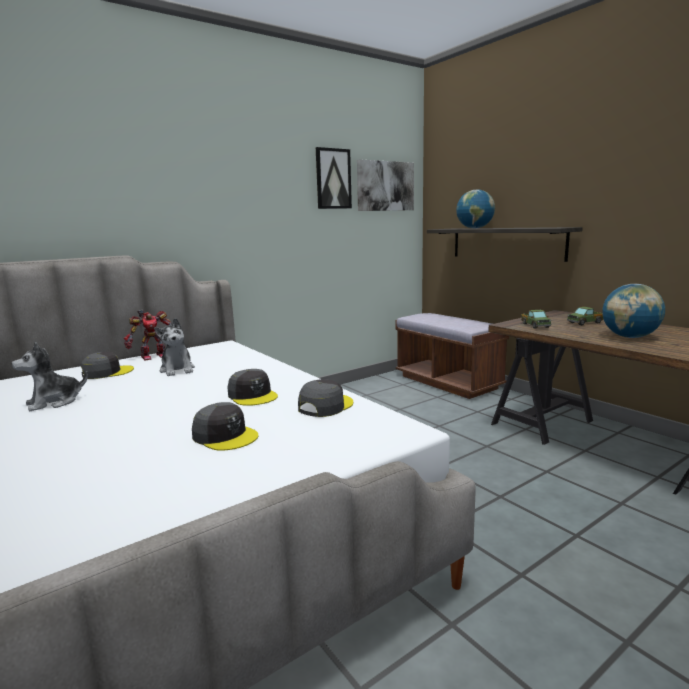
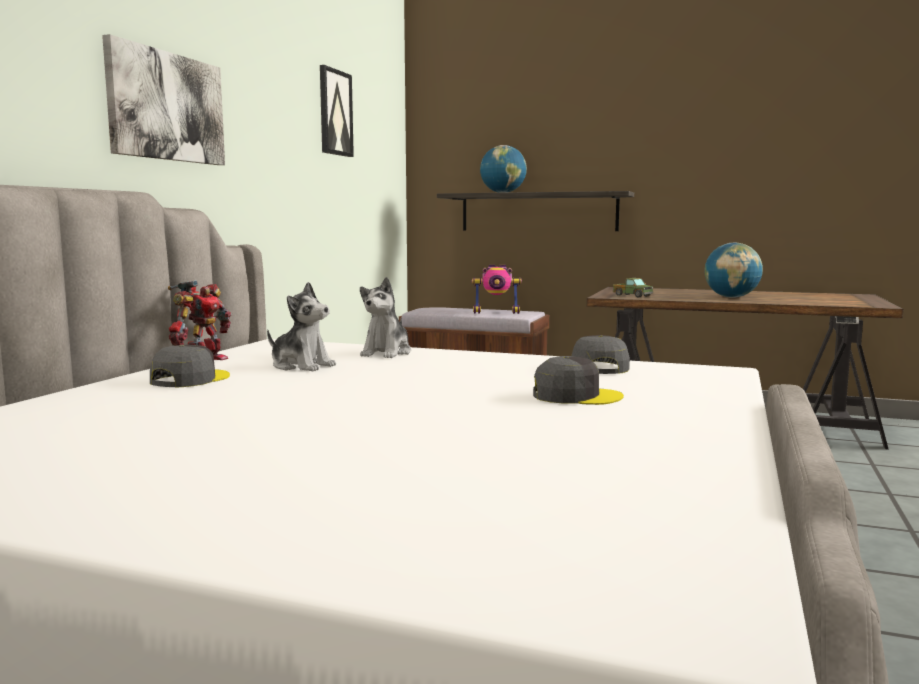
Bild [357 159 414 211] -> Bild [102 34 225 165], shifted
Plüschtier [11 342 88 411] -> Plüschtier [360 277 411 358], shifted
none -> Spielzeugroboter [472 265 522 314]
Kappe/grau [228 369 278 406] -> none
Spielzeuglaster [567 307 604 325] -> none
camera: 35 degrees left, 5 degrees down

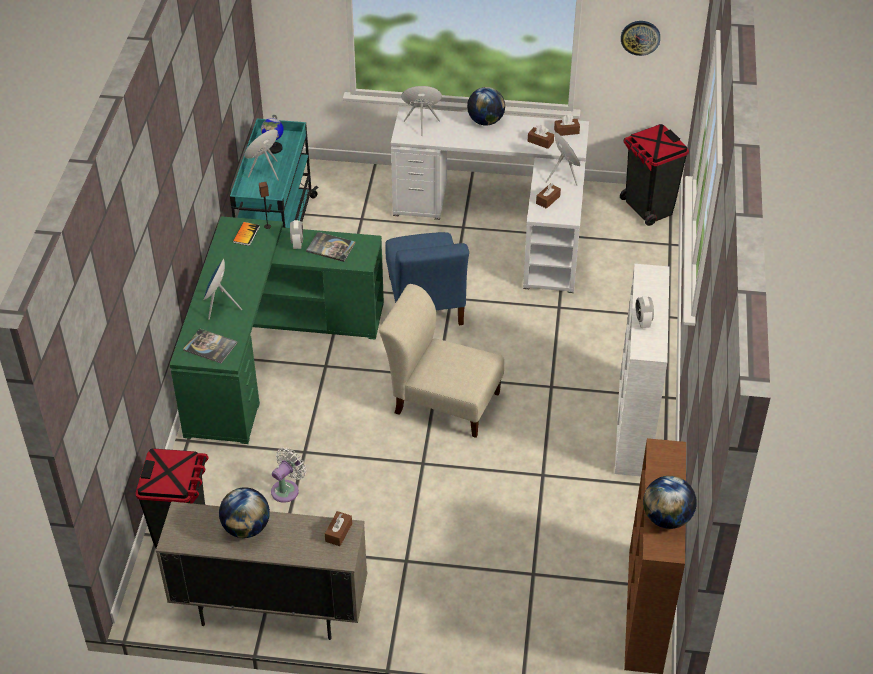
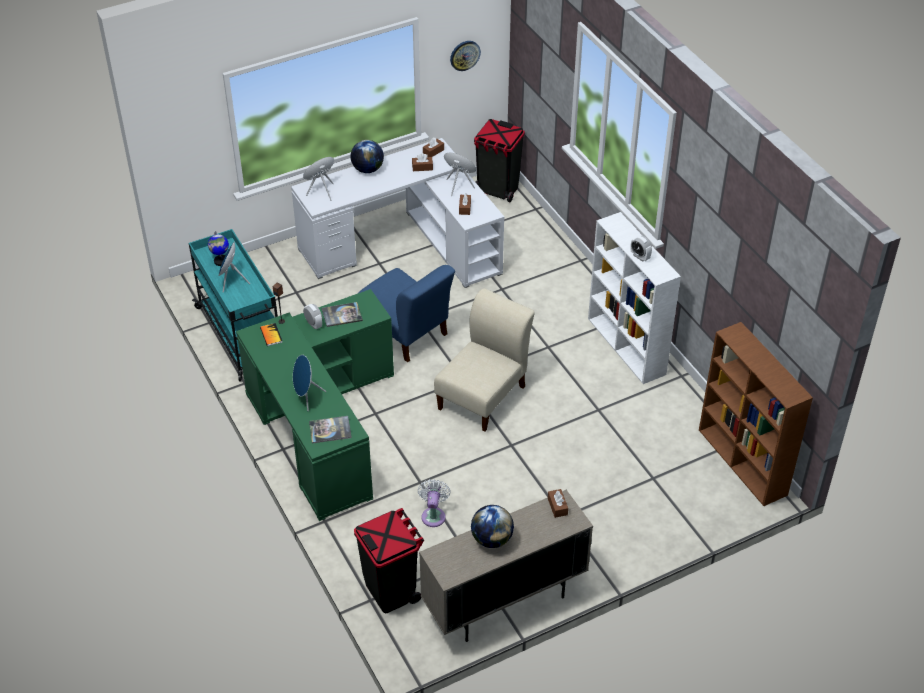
Stuhl/beige [379 284 504 438] -> Stuhl/beige [434 288 535 432], 135 degrees clockwise
Globus [643 476 697 529] -> none
camera: 35 degrees left, 0 degrees up

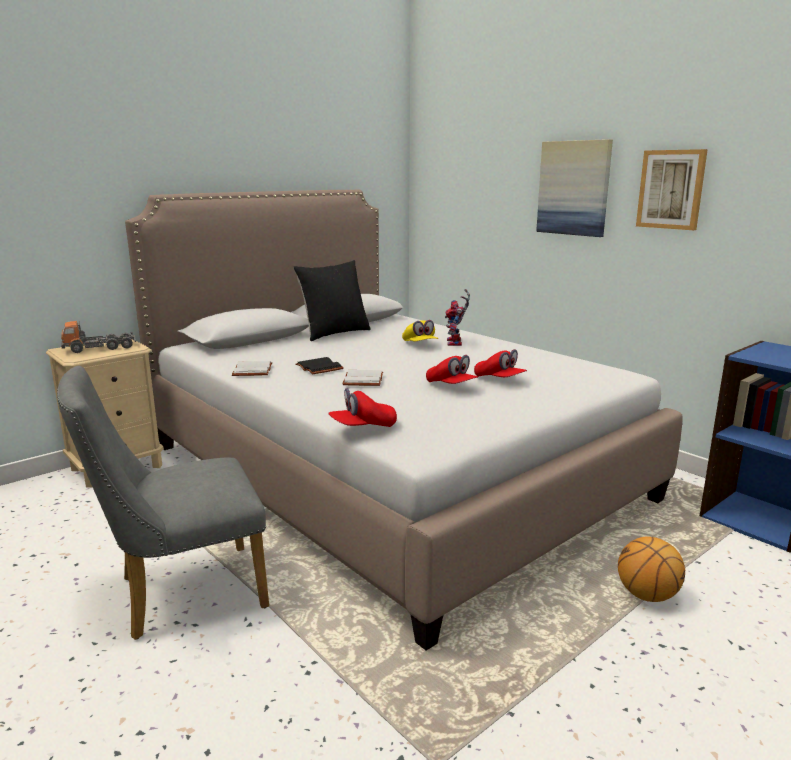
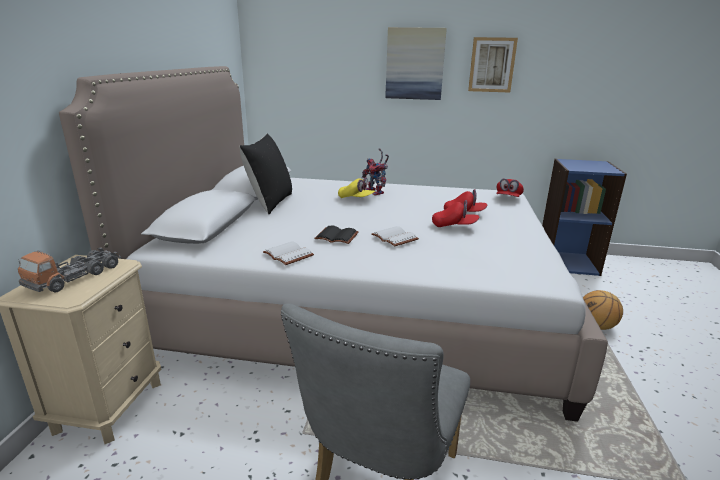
Kappe/rot [328 388 397 427] -> Kappe/rot [496 178 524 197], shifted
camera: 40 degrees left, 5 degrees up

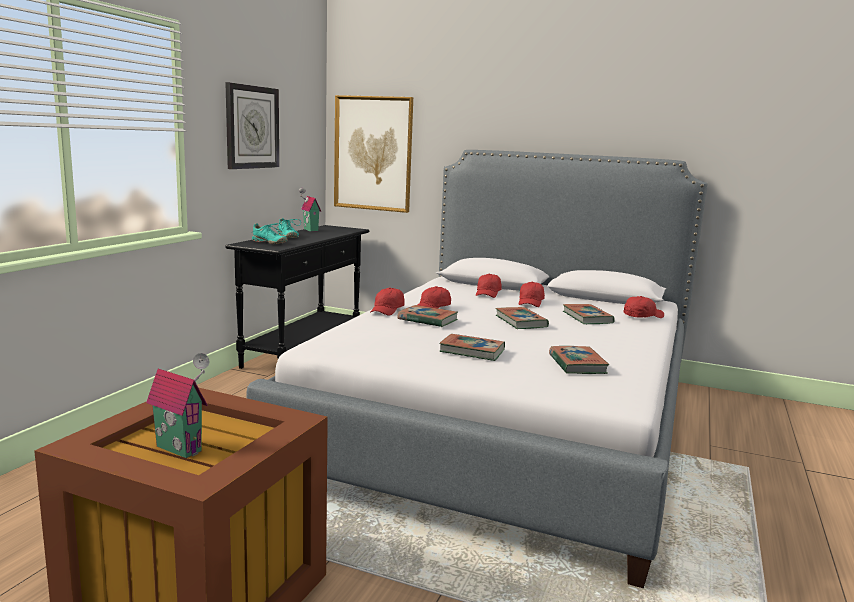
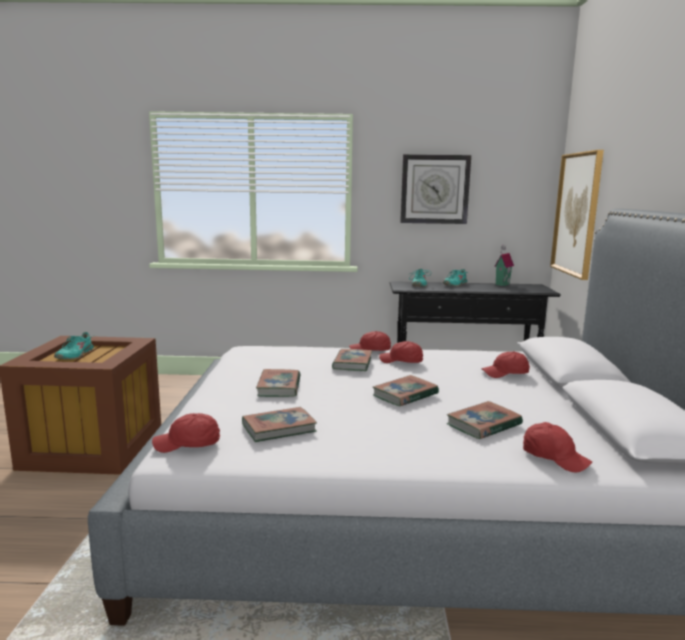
Spielzeughaus [146 353 209 458] -> Schuh/türkis [54 332 94 360]
Kappe/rot [519 282 545 307] -> Kappe/rot [152 413 220 453], shifted
camera: 70 degrees right, 0 degrees up

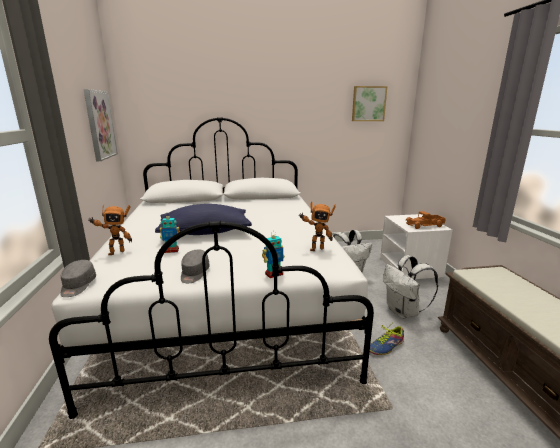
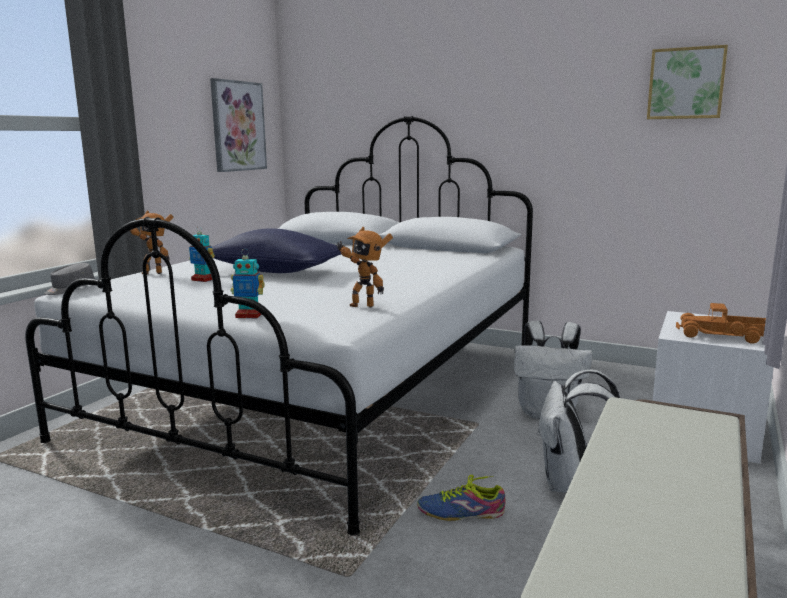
Kappe/grau [181 250 210 283] -> none
camera: 35 degrees right, 5 degrees down

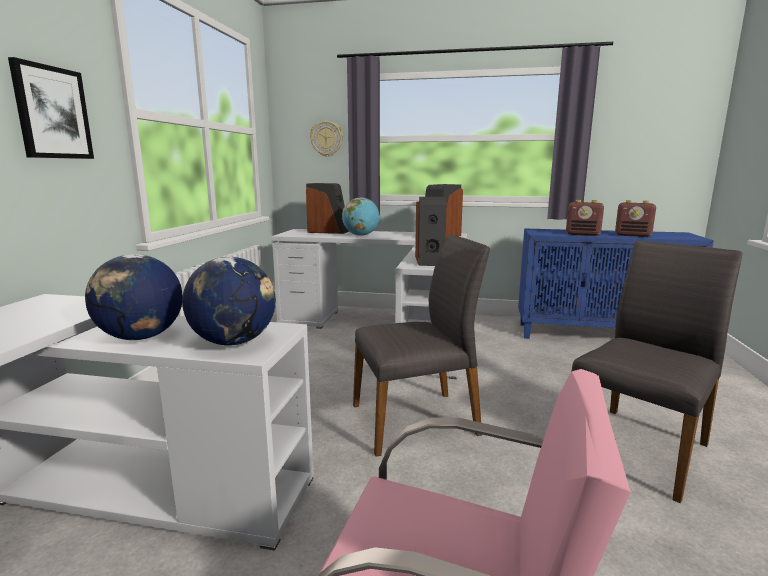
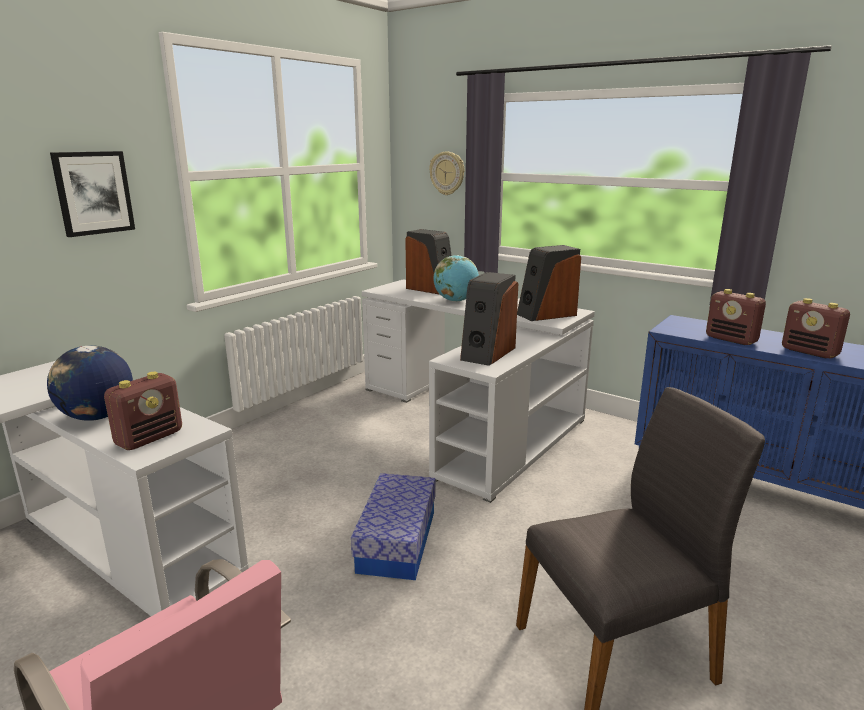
Globus [182 257 276 346] -> Radio [104 372 182 450]
Stuhl/grau [353 235 490 456] -> Aufbewahrungsbox [351 473 436 580]
camera: 25 degrees right, 5 degrees up

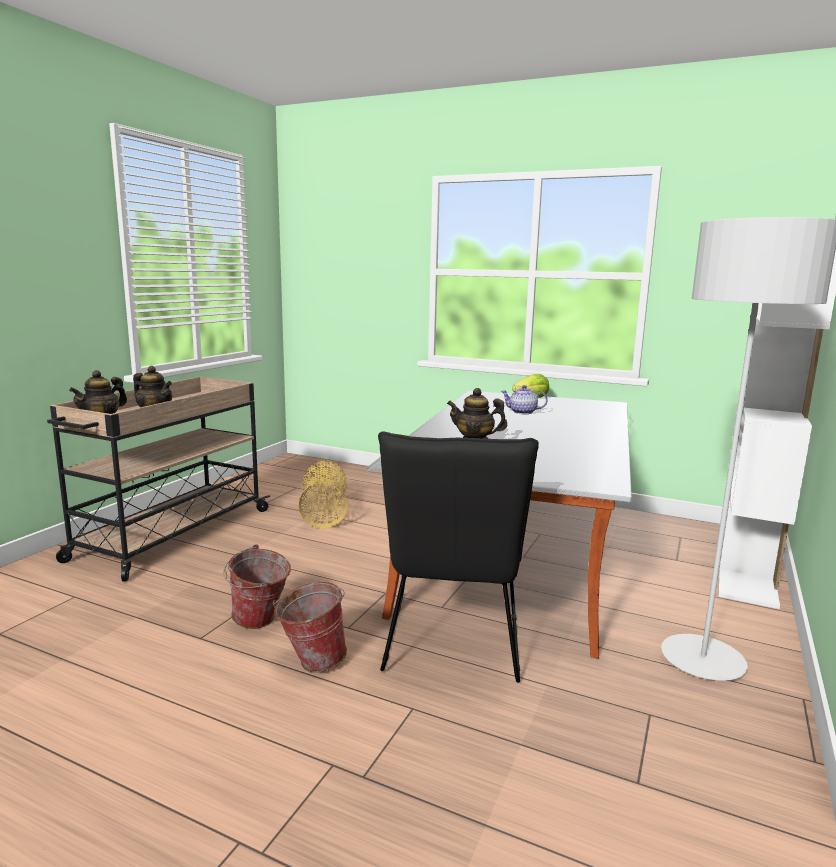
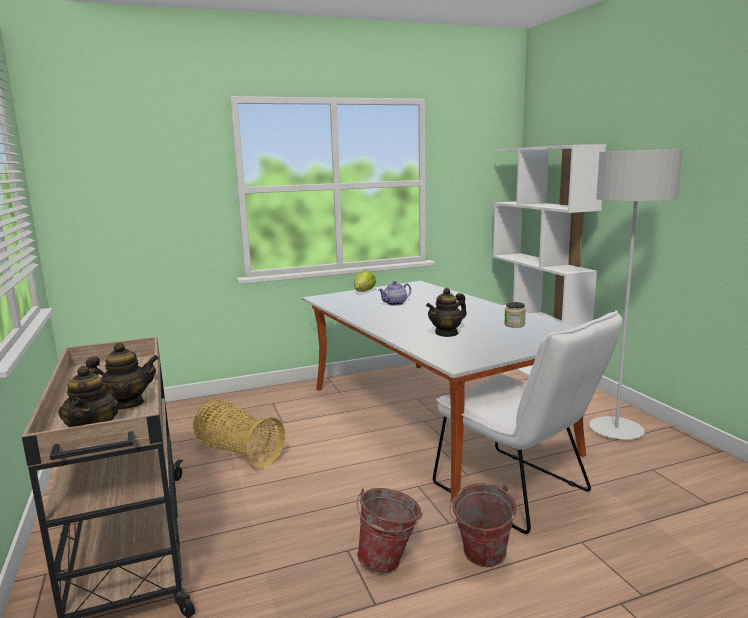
Stuhl/schwarz [378 432 539 683] -> Stuhl/weiß [433 310 622 534]
none -> Vorratsglas [504 302 526 328]
camera: 45 degrees left, 0 degrees up

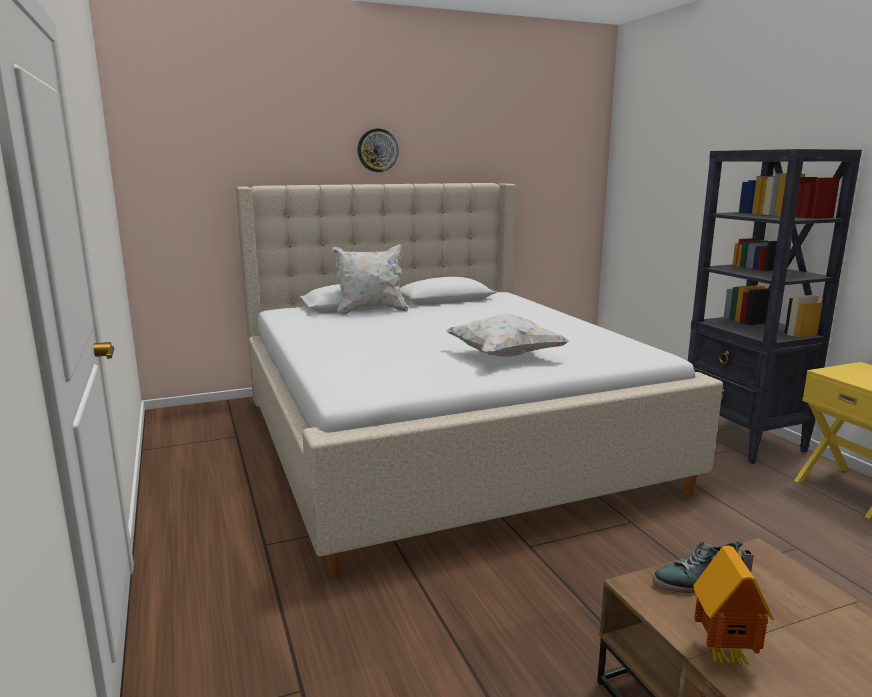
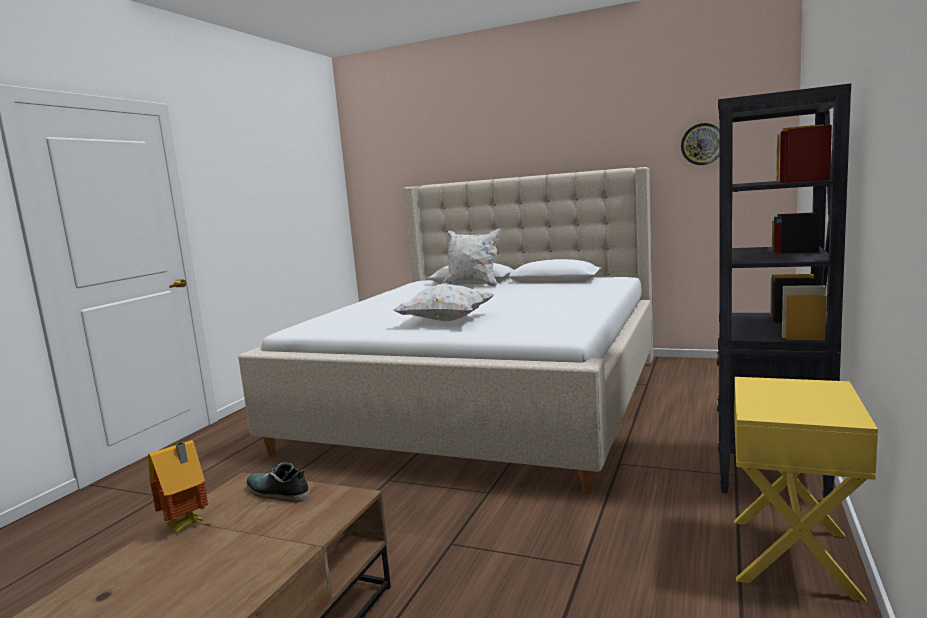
Wanduhr [357 128 399 172] -> Wanduhr [681 123 720 165], shifted
camera: 45 degrees right, 5 degrees down

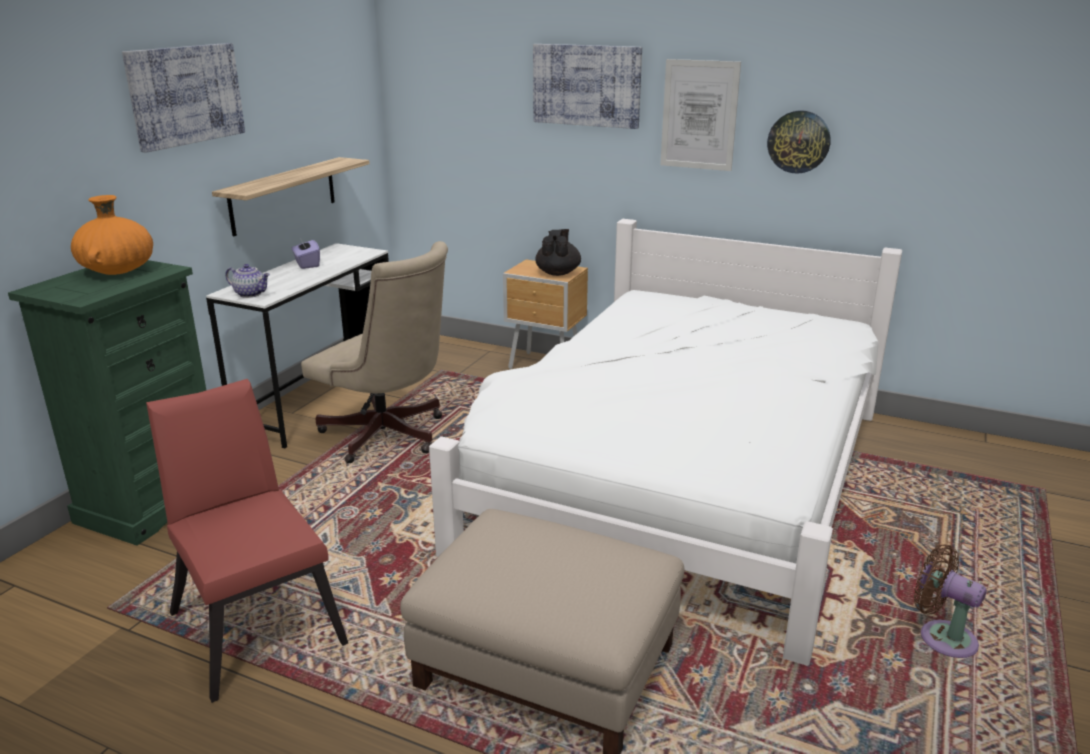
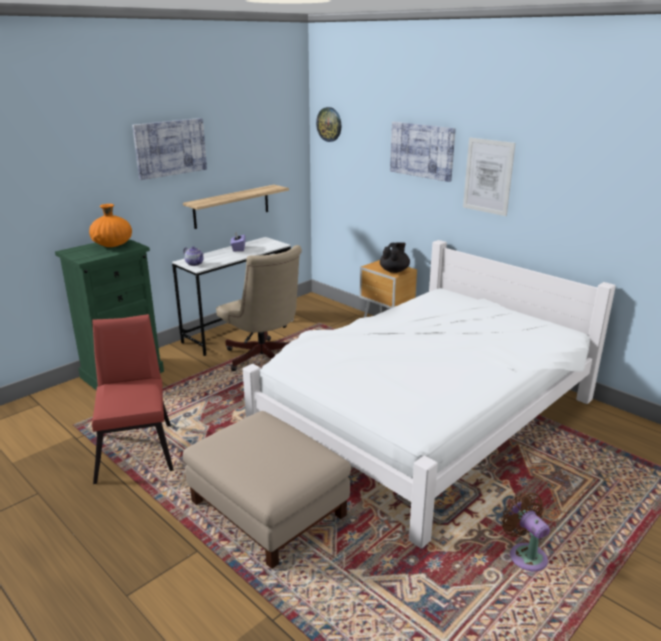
Wanduhr [767 110 831 174] -> Wanduhr [316 107 341 142], shifted
camera: 20 degrees right, 0 degrees up

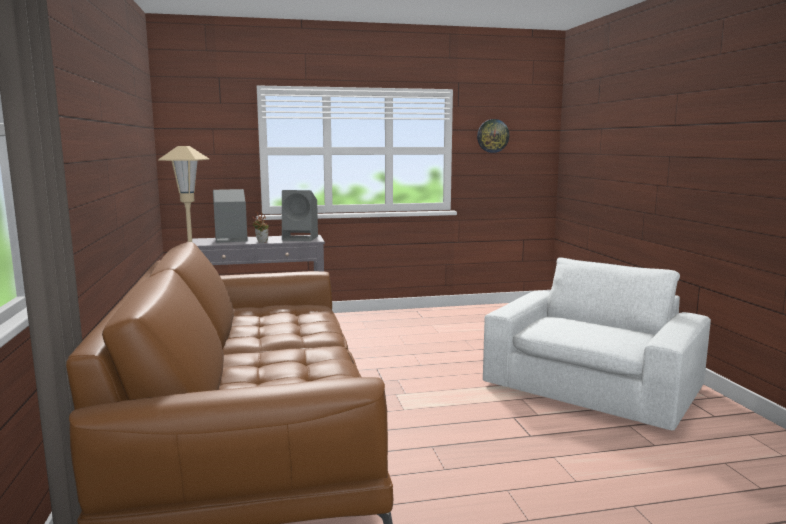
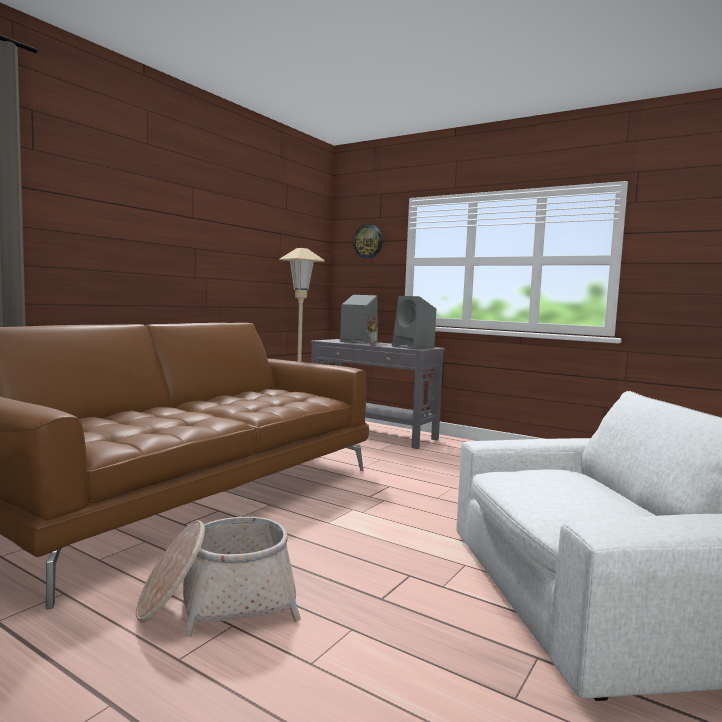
none -> Korb [136 517 301 637]
Wanduhr [477 119 509 153] -> Wanduhr [353 224 383 259], shifted
camera: 45 degrees right, 5 degrees down

